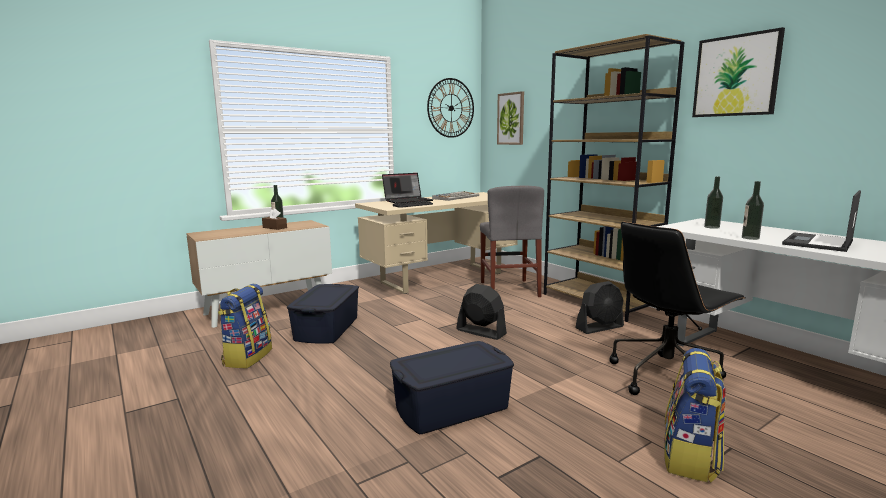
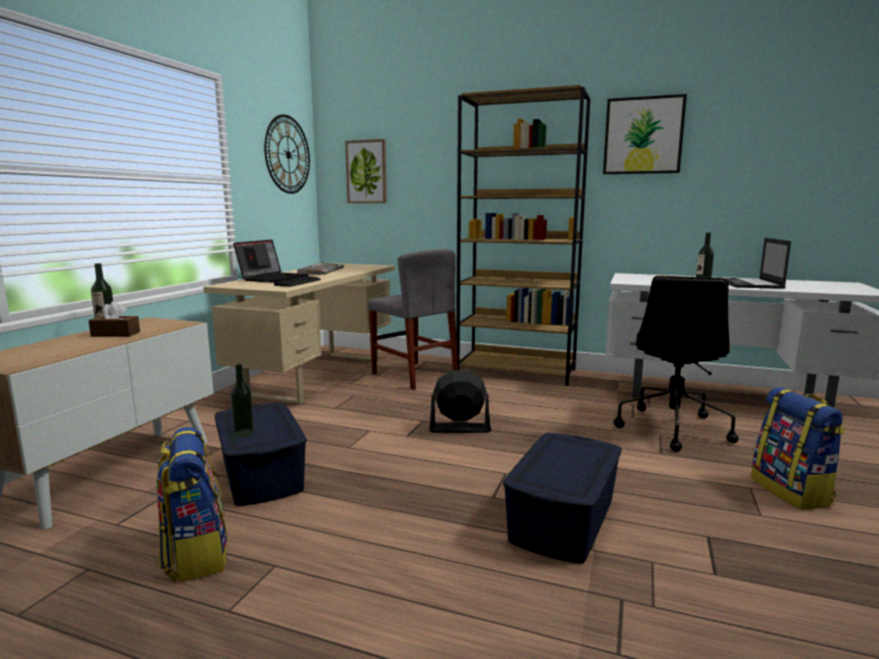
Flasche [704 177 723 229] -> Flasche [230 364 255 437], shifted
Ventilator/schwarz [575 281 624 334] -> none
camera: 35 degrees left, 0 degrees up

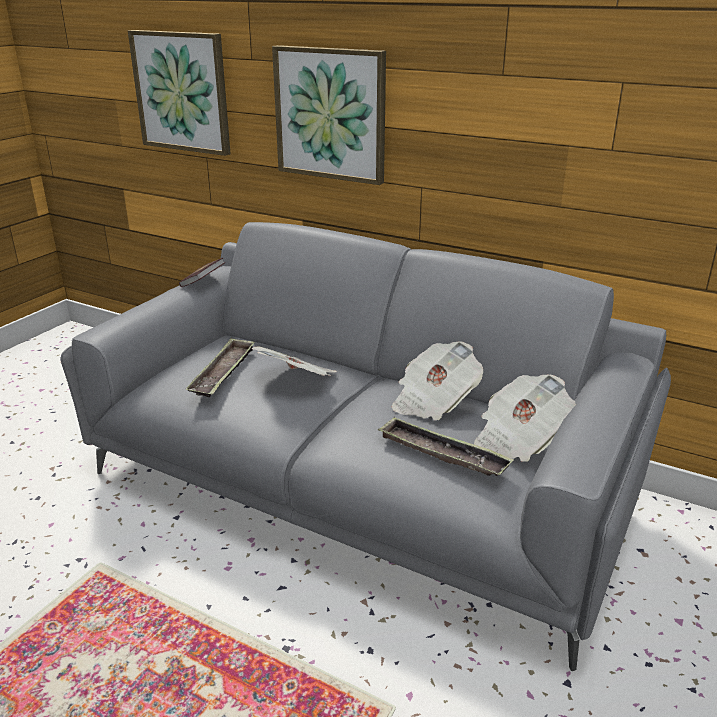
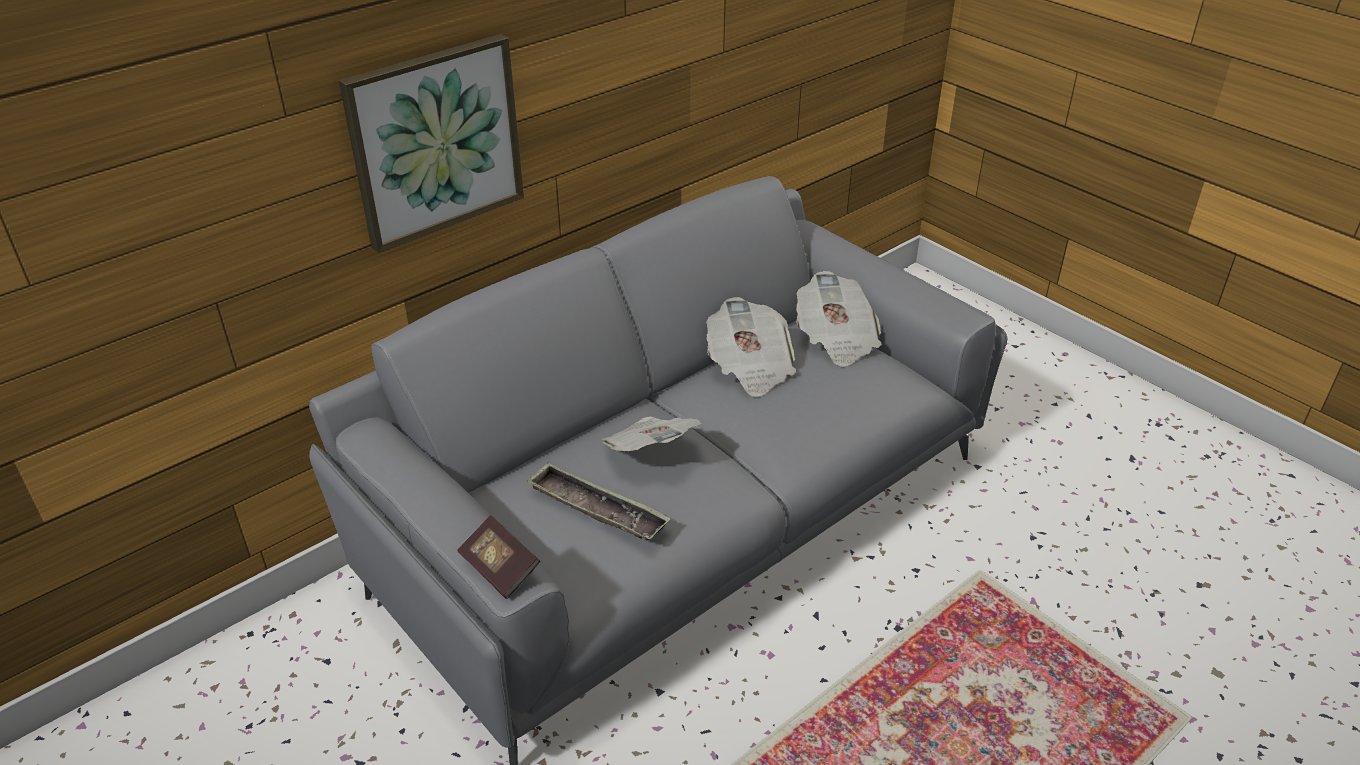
Buch [179 258 225 287] -> Buch [458 515 540 599], shifted
Bild [128 30 231 156] -> none
Tablett [378 417 514 476] -> none
camera: 70 degrees left, 10 degrees up

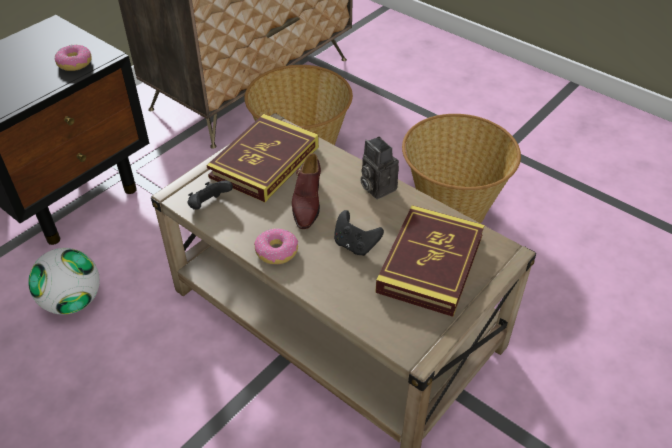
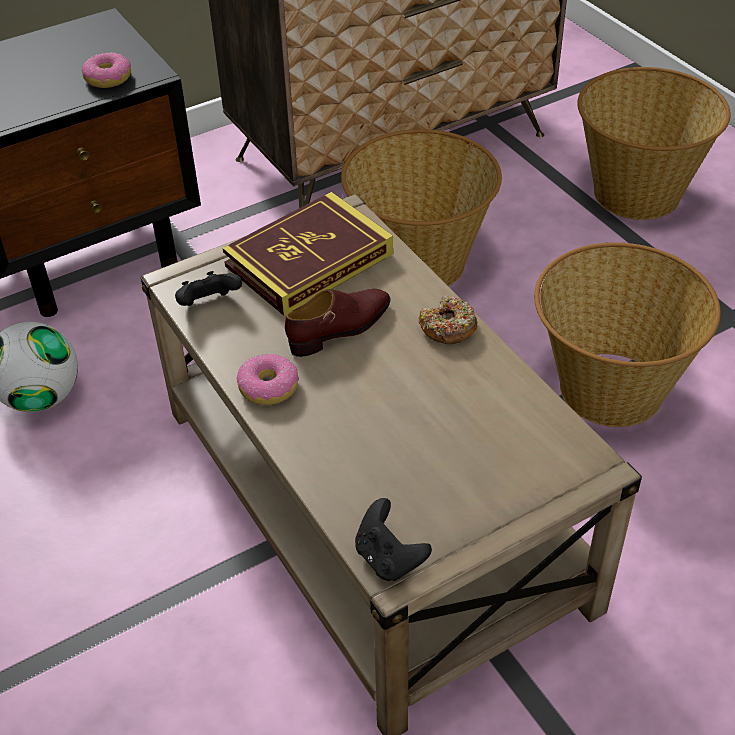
Schuh/braun [292 153 321 229] -> Schuh/braun [285 289 391 357], 150 degrees counterclockwise
Gamepad/schwarz [334 210 384 256] -> Gamepad/schwarz [355 498 432 581], shifted
Kamera [360 137 399 199] -> Donut [419 295 478 344]
none -> Korb [577 67 731 220]
Buch [375 205 484 317] -> none
camera: 20 degrees right, 0 degrees up

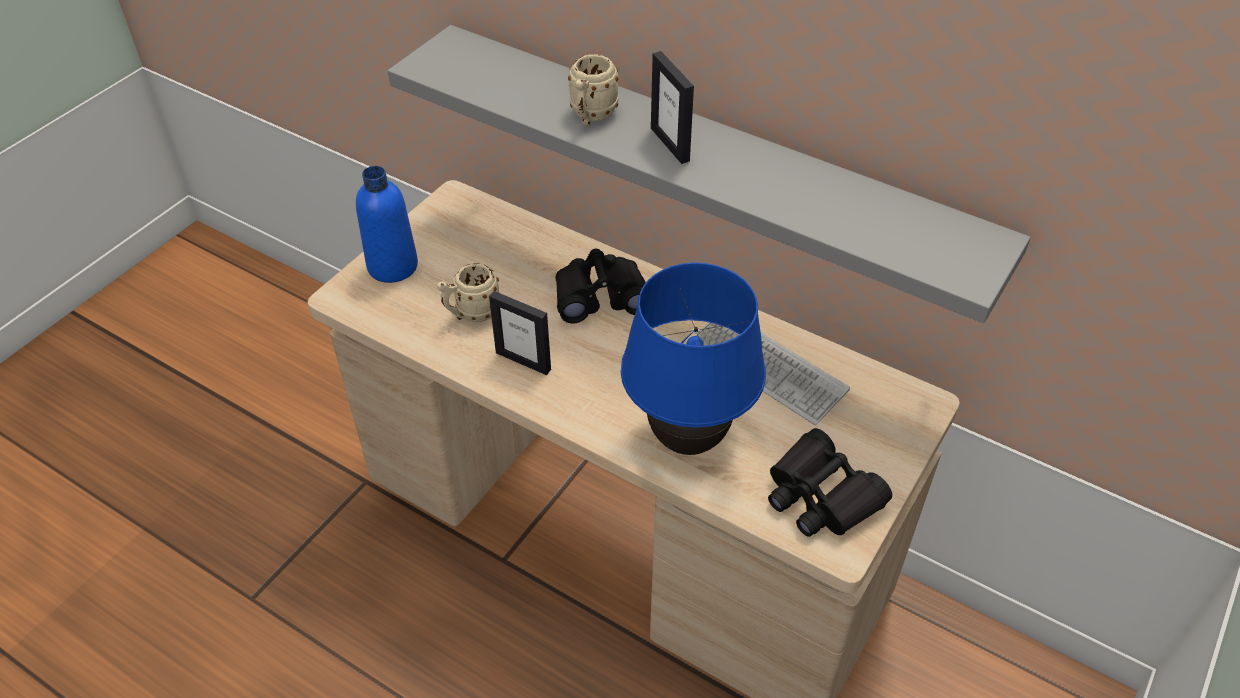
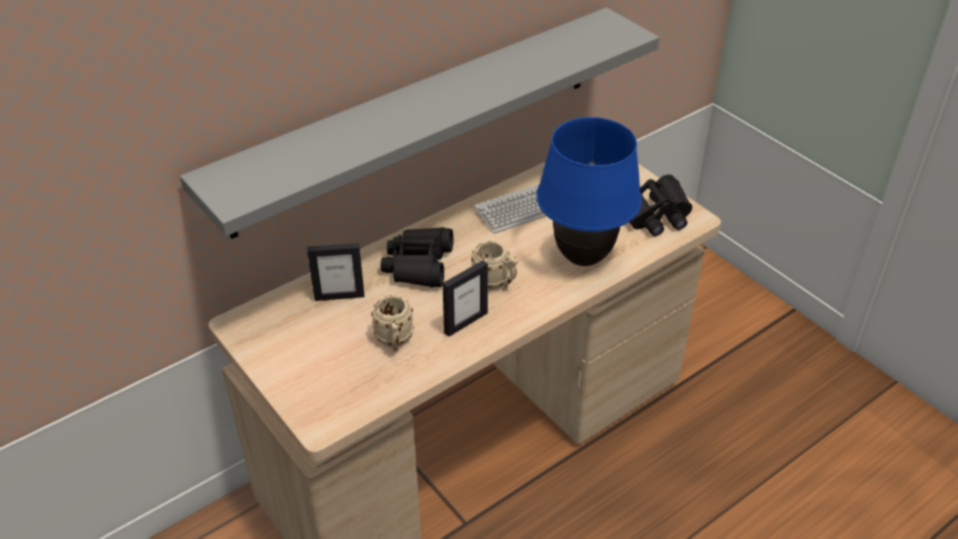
Bilderrahmen [651 51 694 164] -> Bilderrahmen [307 243 364 301], shifted
Henkelbecher/beige [568 54 619 125] -> Henkelbecher/beige [471 241 518 290], shifted
Flasche/blau [356 166 418 283] -> none
camera: 70 degrees left, 5 degrees down

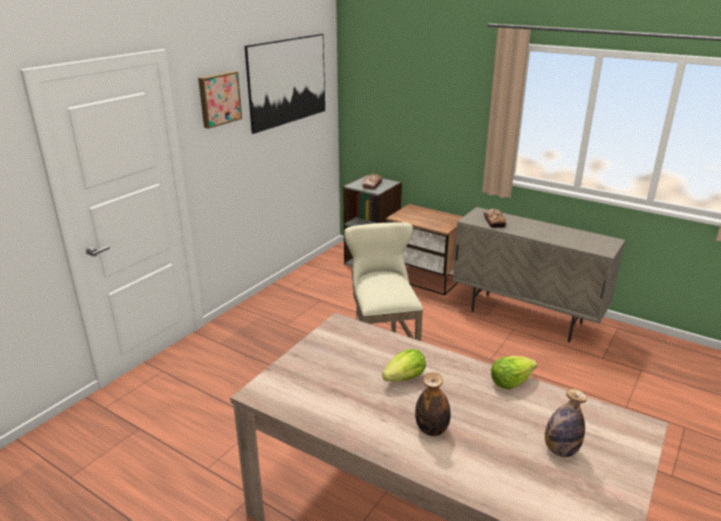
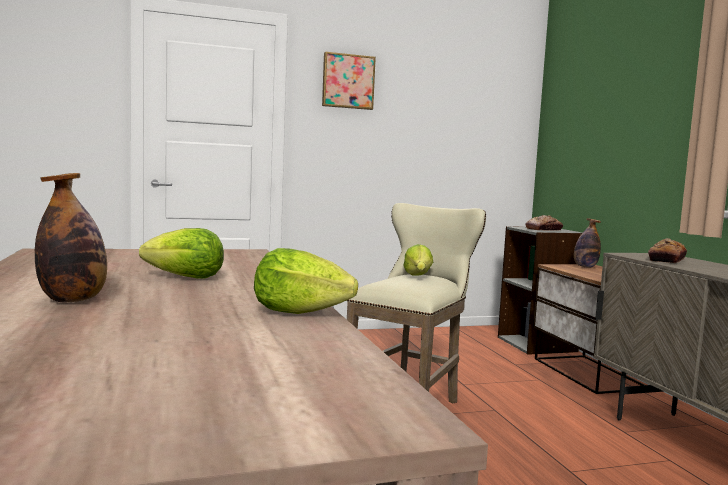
none -> Salatkopf [403 244 433 276]
Flasche [545 389 587 457] -> Flasche [574 218 601 268], shifted
Bild [245 34 325 134] -> none
camera: 40 degrees right, 20 degrees down

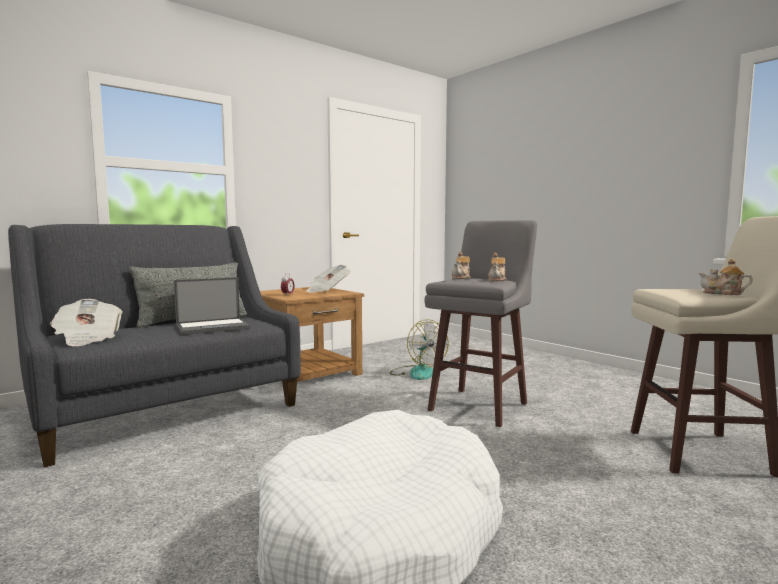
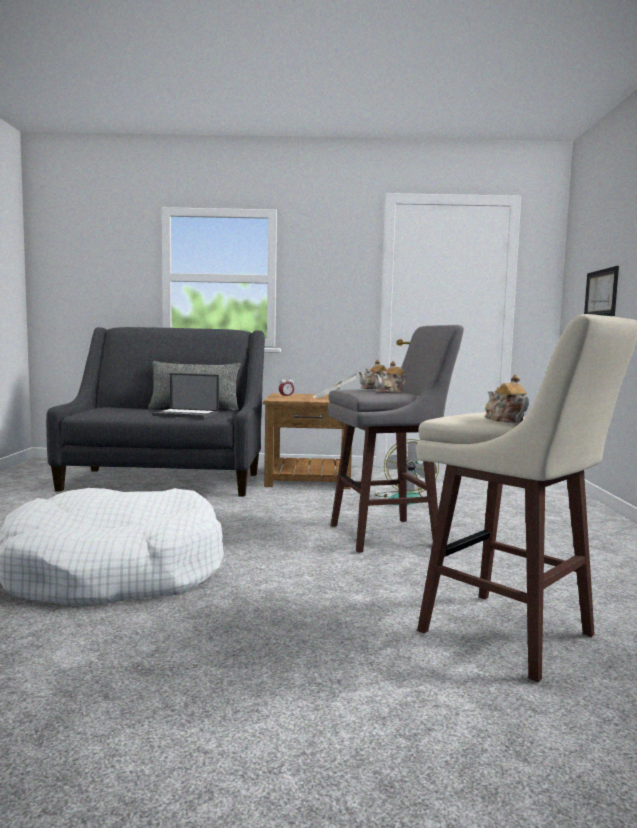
none -> Bild [584 266 619 316]
Zeitung [50 299 122 346] -> none
camera: 40 degrees right, 0 degrees up

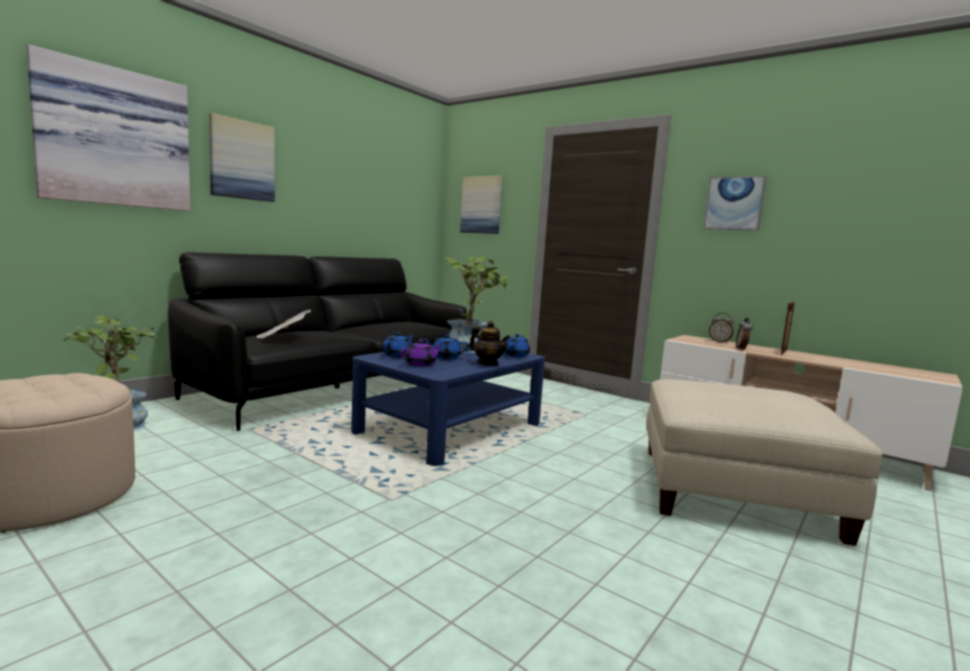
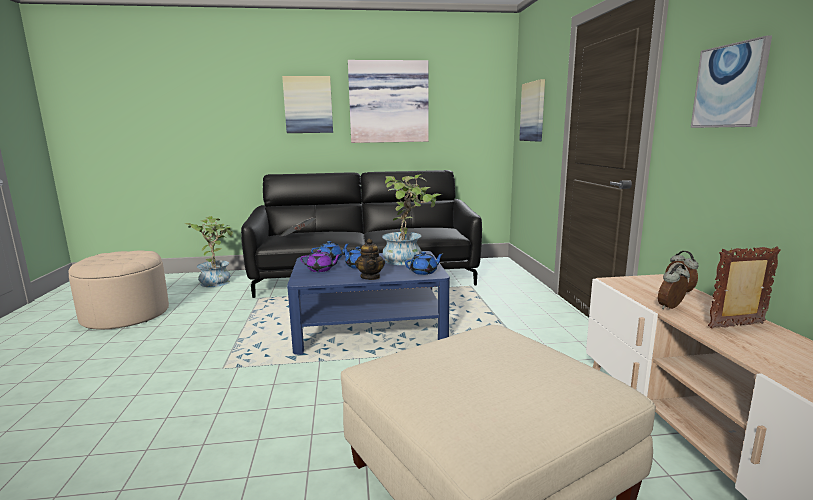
Bild [26 45 190 211] -> Bild [348 60 429 143], shifted
camera: 45 degrees right, 5 degrees up

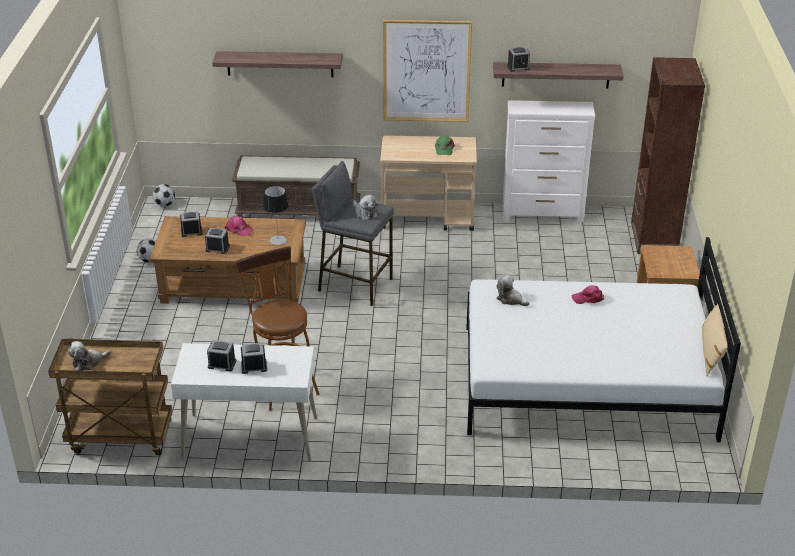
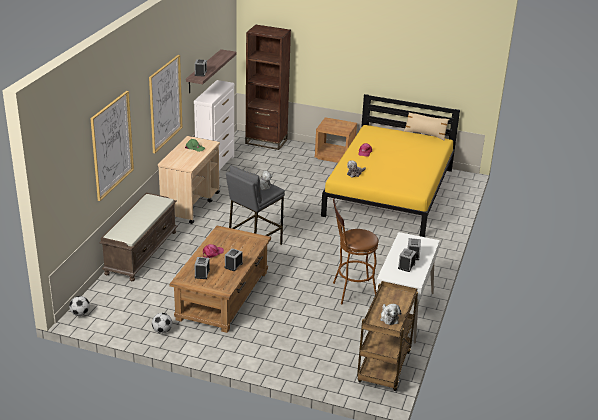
Wandregal [212 51 343 77] -> Bild [90 91 134 201]
Bett/weiß [467 237 741 442] -> Bett/gelb [321 94 460 237]
Tischlampe [263 186 289 245] -> none
camera: 75 degrees left, 5 degrees down

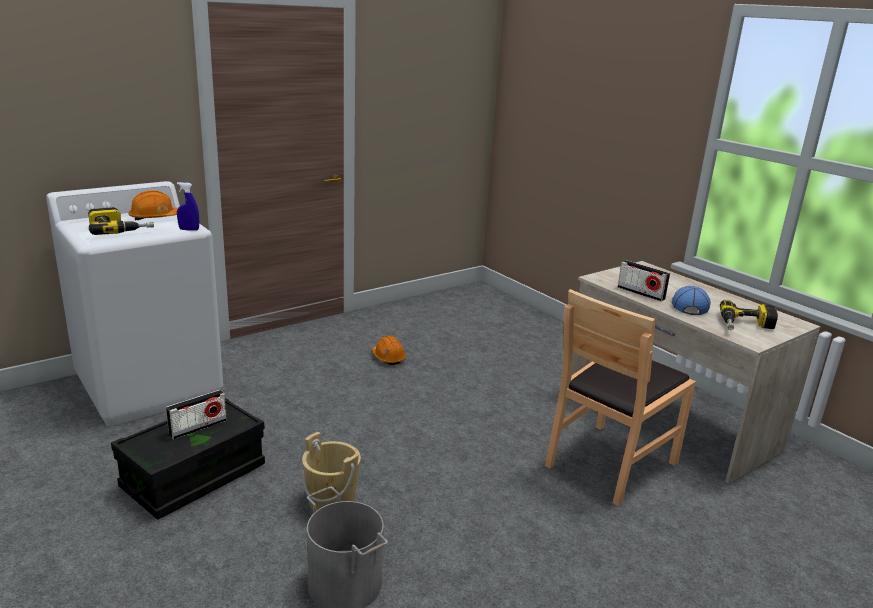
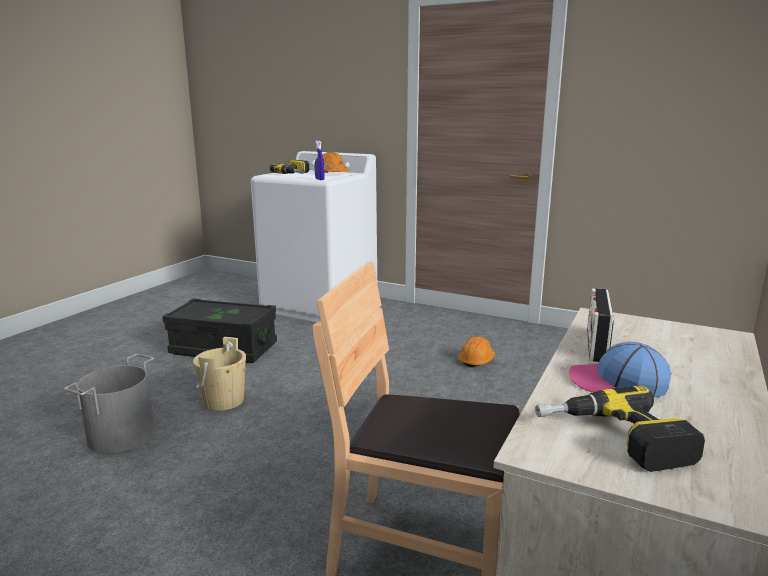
Kappe [672 286 711 315] -> Kappe [569 342 671 397], 150 degrees counterclockwise
Radio [166 390 227 439] -> none
camera: 65 degrees right, 5 degrees down

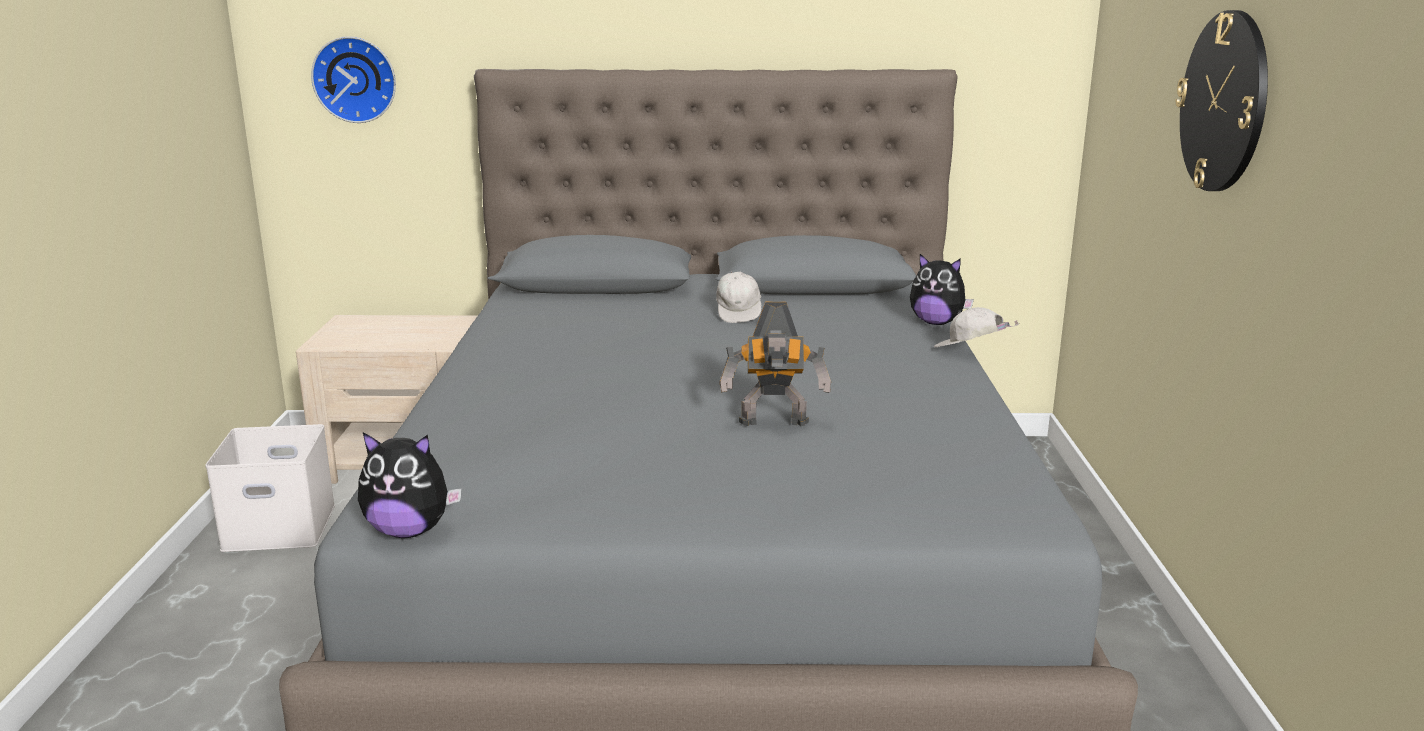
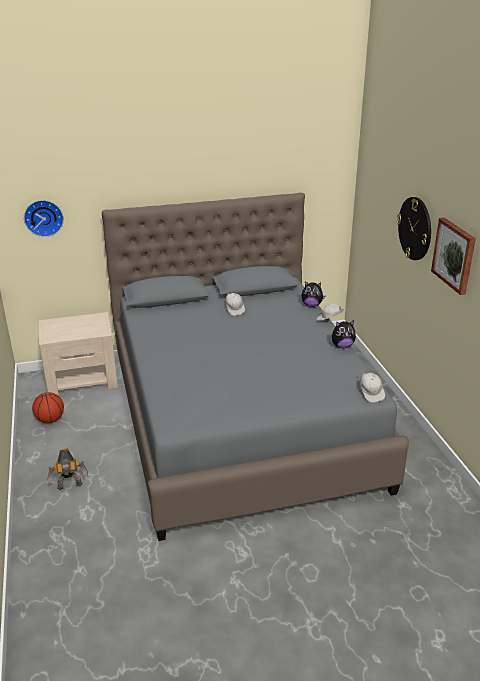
Aufbewahrungsbox/weiß [205 424 335 552] -> Basketball [32 392 64 423]
Spielzeugroboter [719 302 831 426] -> Spielzeugroboter [48 448 88 490], shifted
Plüschtier [358 432 462 538] -> Plüschtier [332 320 356 348], shifted
none -> Kappe/weiß [360 371 385 403]
none -> Bild [431 218 476 295]
camera: 15 degrees left, 10 degrees up

